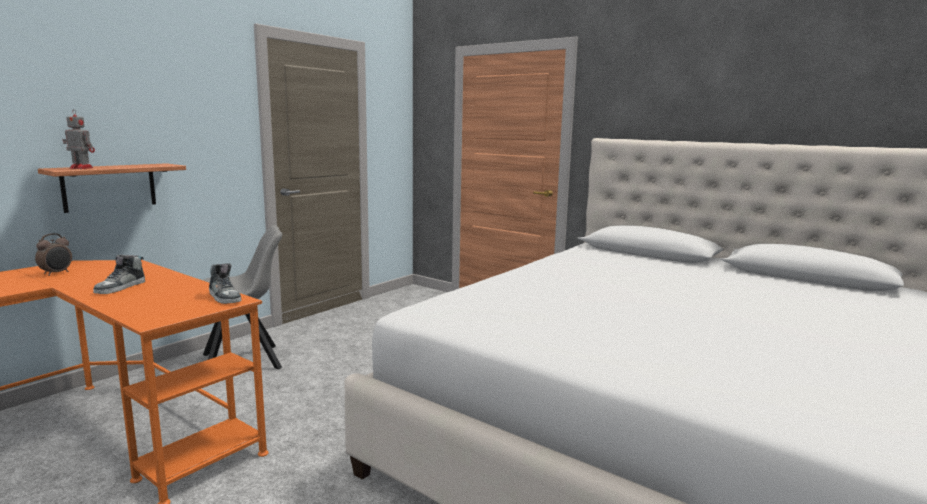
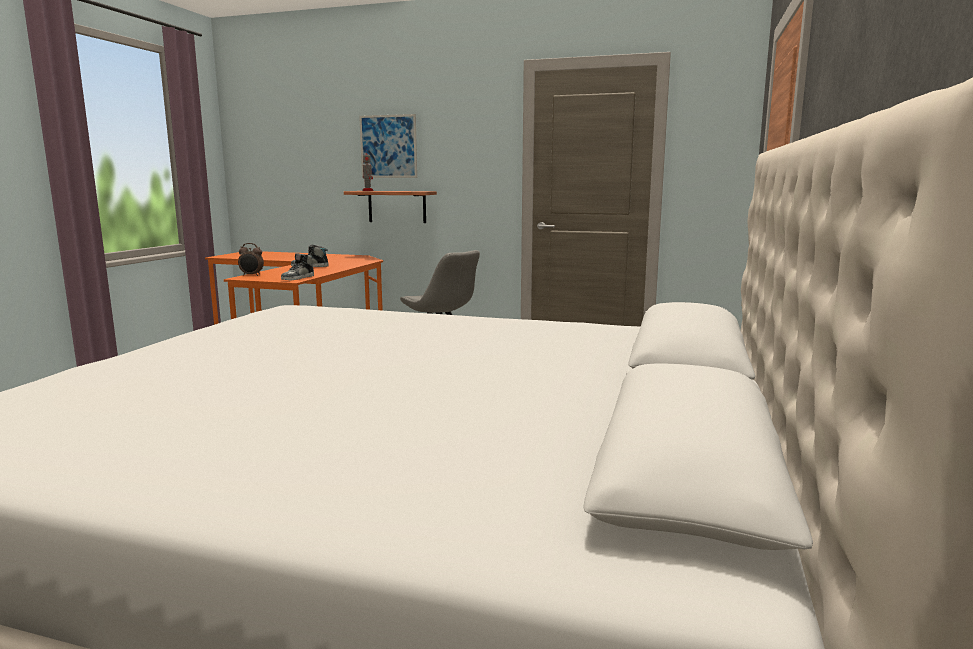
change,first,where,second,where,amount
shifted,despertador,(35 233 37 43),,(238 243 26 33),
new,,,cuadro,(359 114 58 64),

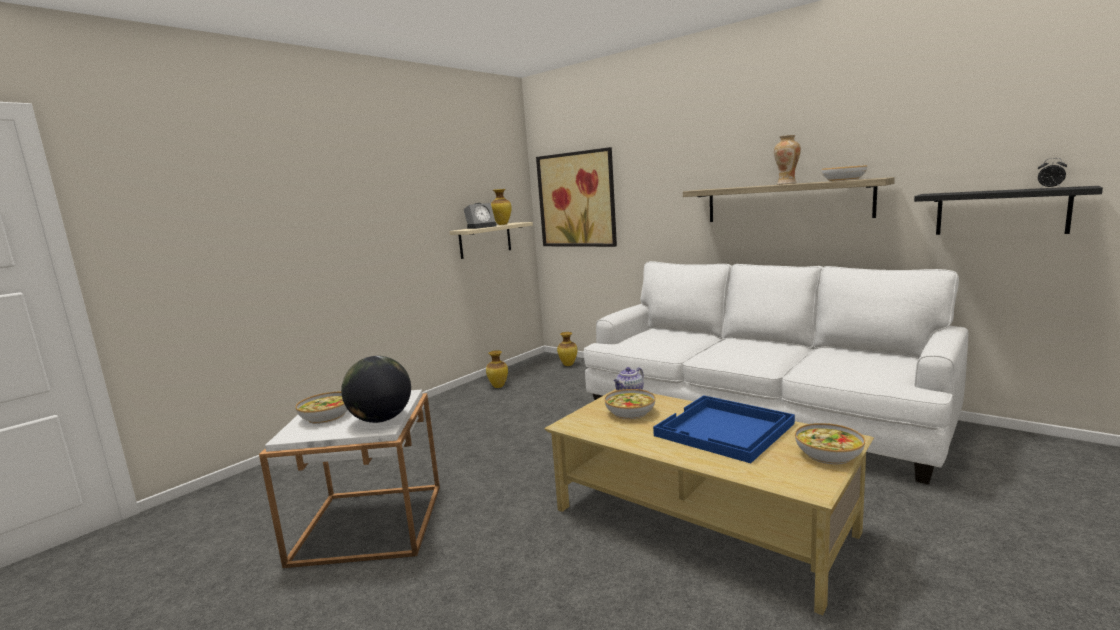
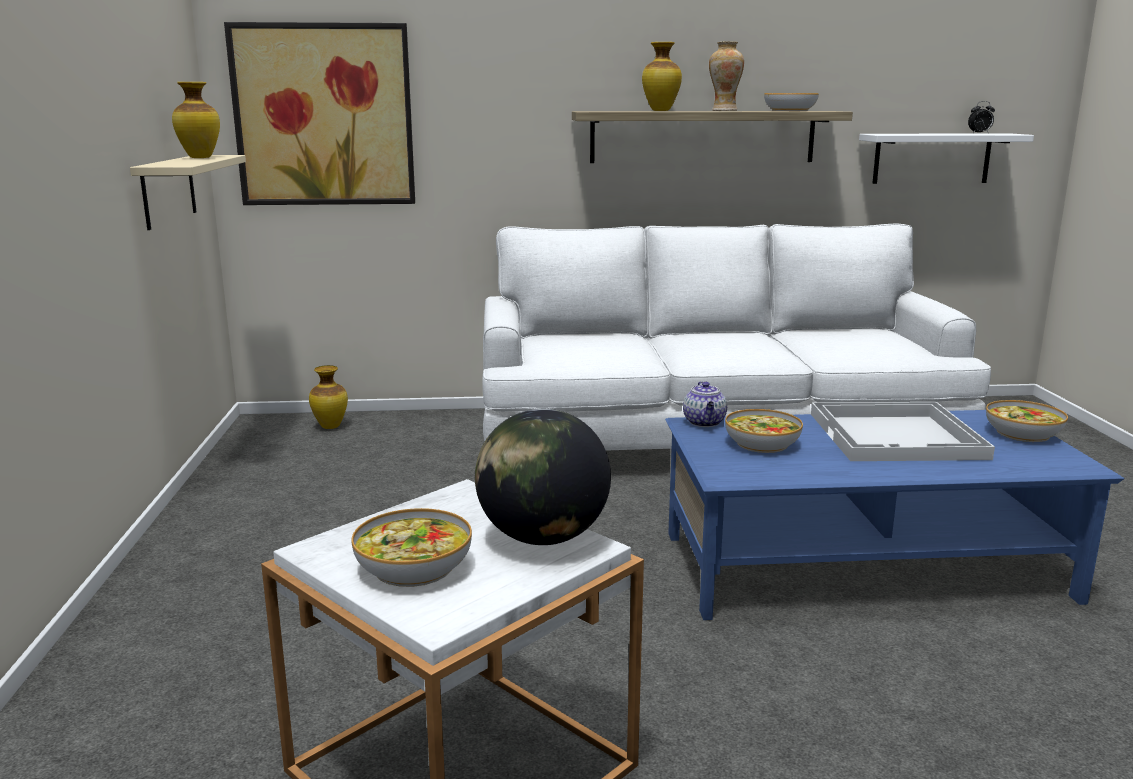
change,first,where,second,where,amount
shifted,florero,(486 350 22 38),,(642 42 40 69),
repainted,mesa de centro/beis,(544 389 330 227),mesa de centro/azul,(665 410 460 210),
repainted,bandeja/azul,(653 395 142 68),bandeja/blanco,(811 402 184 59),
repainted,estante/negro,(914 186 189 49),estante/blanco,(859 133 175 51),
gone,despertador,(464 203 32 26),,,

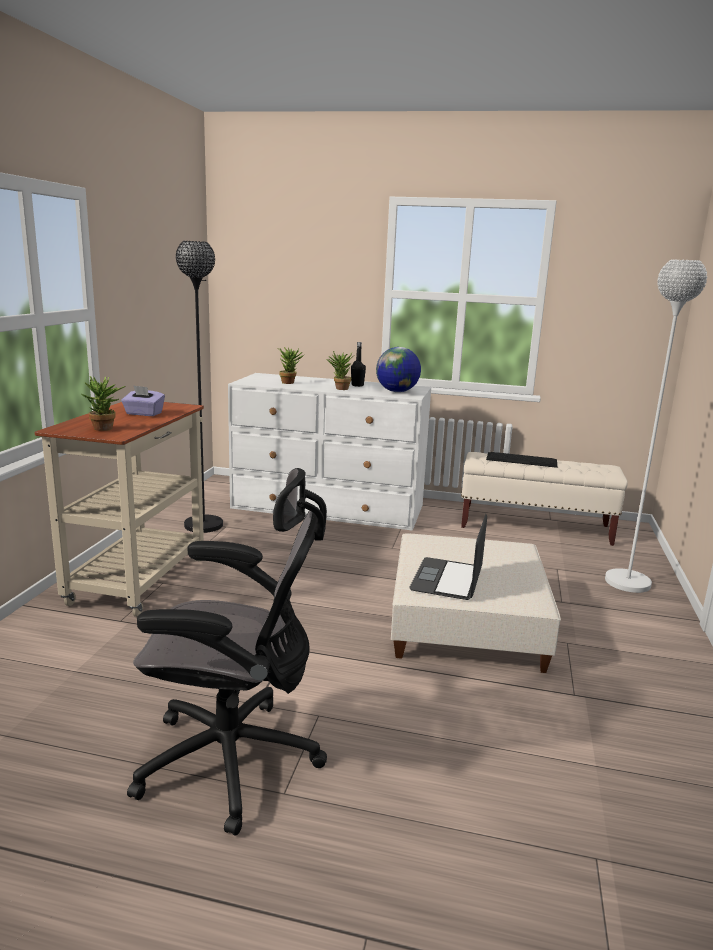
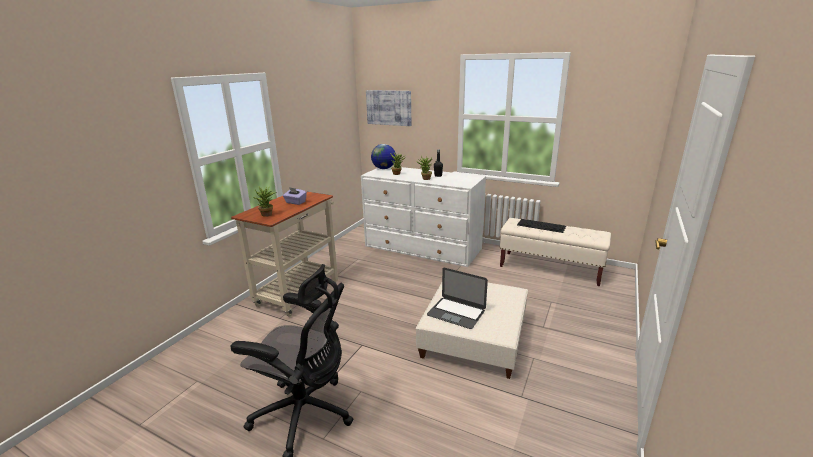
change,first,where,second,where,amount
new,,,cuadro,(366 90 45 36),
shifted,globo terráqueo,(376 347 45 45),,(371 144 25 25),
rotated,portátil,(409 514 78 86),,(427 268 61 61),90 degrees counterclockwise
gone,lámpara de pie/negro,(176 241 47 292),,,
gone,lámpara de pie/blanco,(605 259 102 334),,,

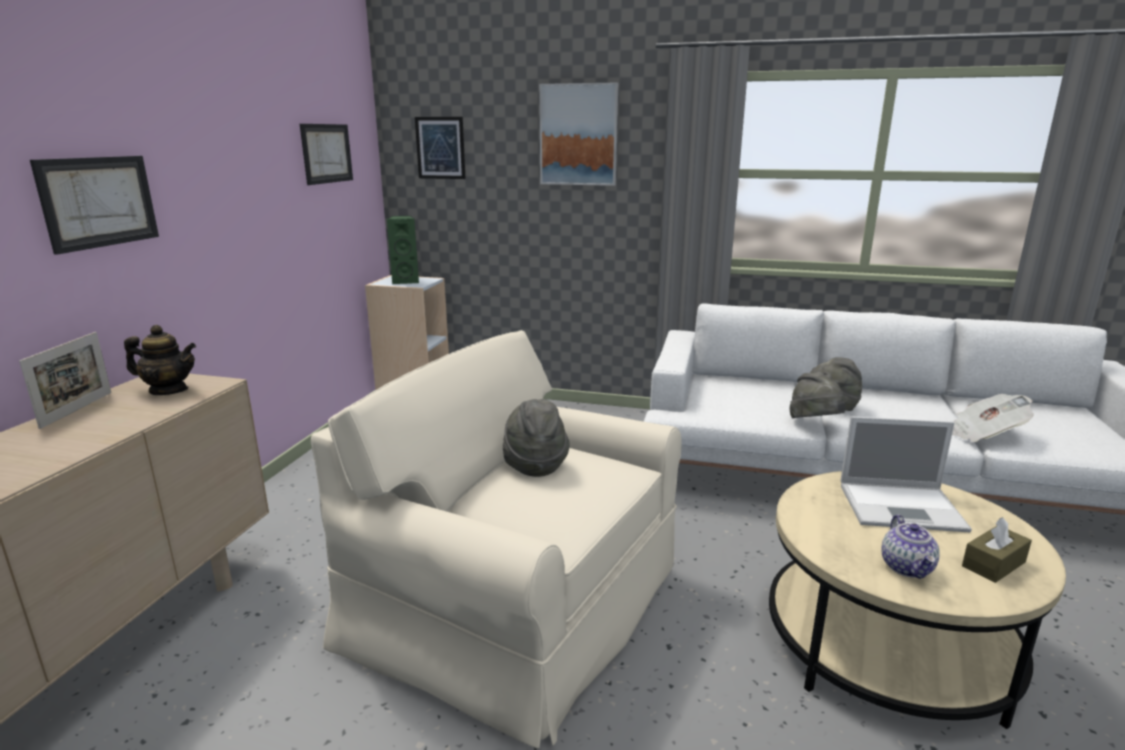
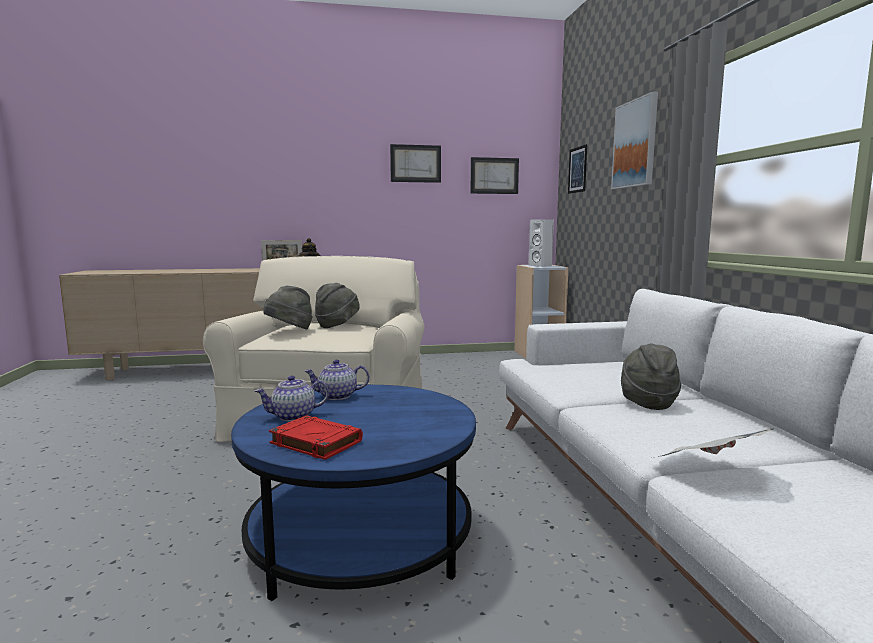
change,first,where,second,where,amount
repainted,mesa de centro/beis,(769 471 297 258),mesa de centro/azul,(231 385 245 216),
shifted,sombrero/gris,(790 372 56 46),,(263 286 49 44),
swapped,caja de pañuelos/marrón,(962 517 70 66),libro/rojo,(269 415 94 45),
new,,,tetera,(304 359 65 41),
shifted,cuadro,(30 156 129 99),,(390 144 51 39),
repainted,altavoz/verde,(387 216 32 68),altavoz/blanco,(528 219 26 48),
gone,portátil,(840 416 132 116),,,

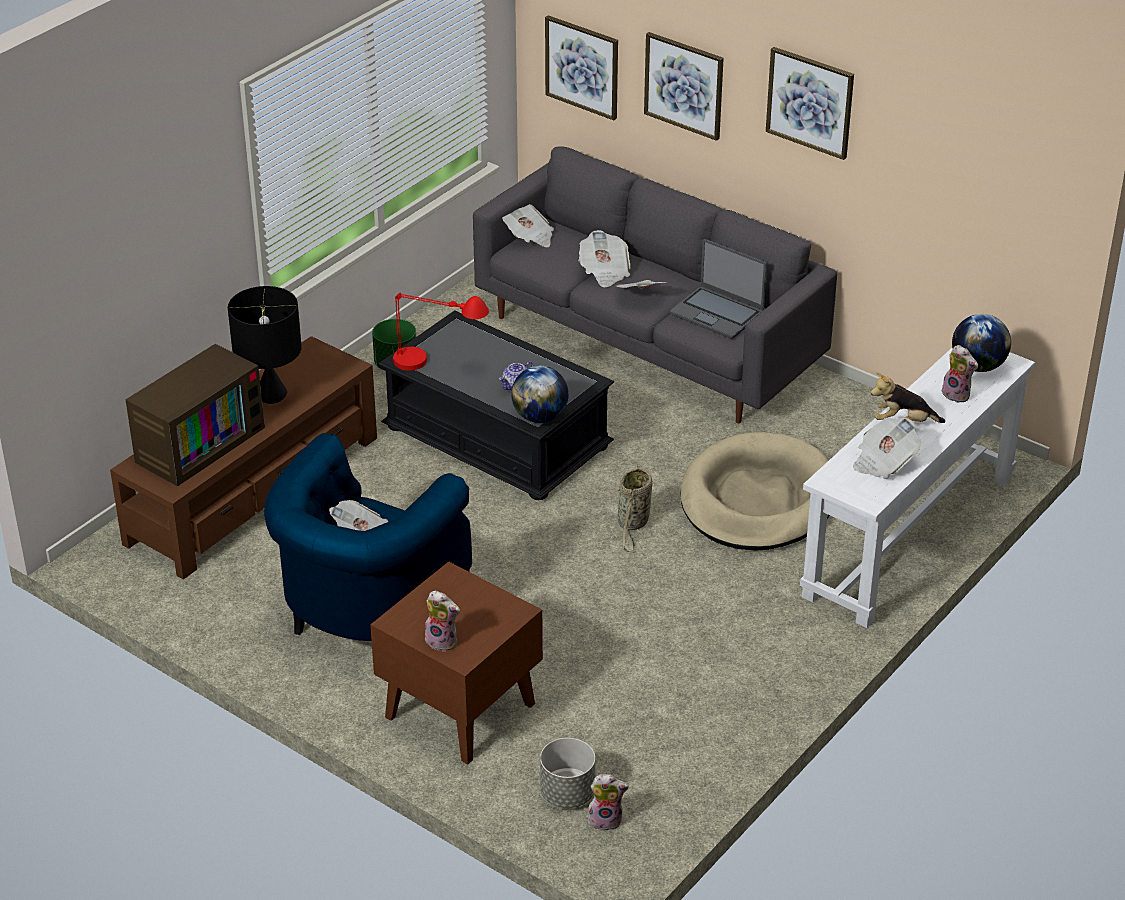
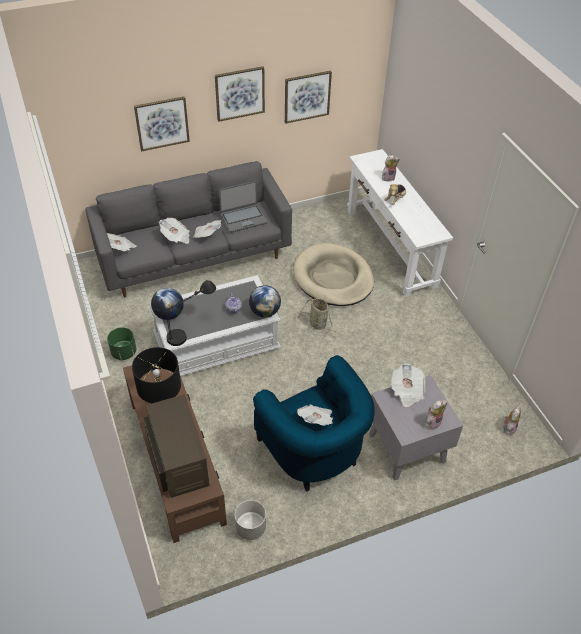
change,first,where,second,where,amount
repainted,mesa de centro/negro,(379 310 235 190),mesa de centro/blanco,(149 275 132 101),
shifted,globo terráqueo,(952 314 59 58),,(151 288 33 32),
repainted,lámpara de mesa/rojo,(393 293 96 78),lámpara de mesa/negro,(165 280 51 66),
shifted,maceta/gris,(540 738 55 70),,(235 500 31 40),
shifted,cuadro,(545 15 73 105),,(285 71 47 53),
repainted,mesita de noche/marrón,(370 561 173 204),mesita de noche/gris,(369 375 94 106),
shifted,periódico,(853 417 68 62),,(391 363 34 44),

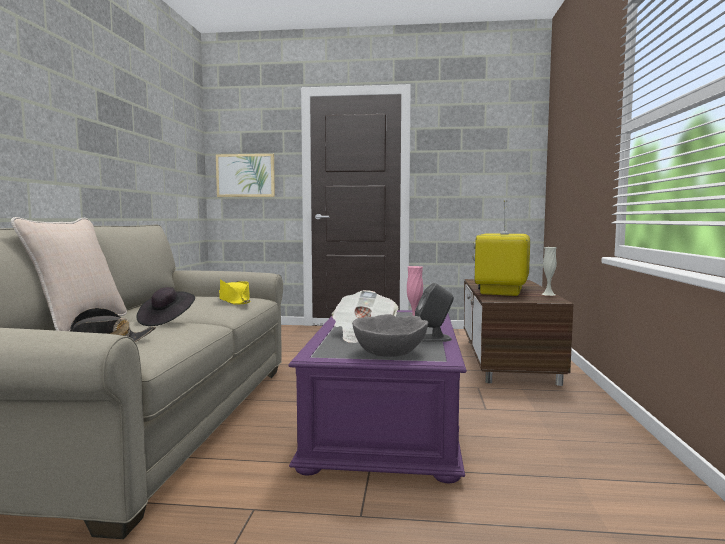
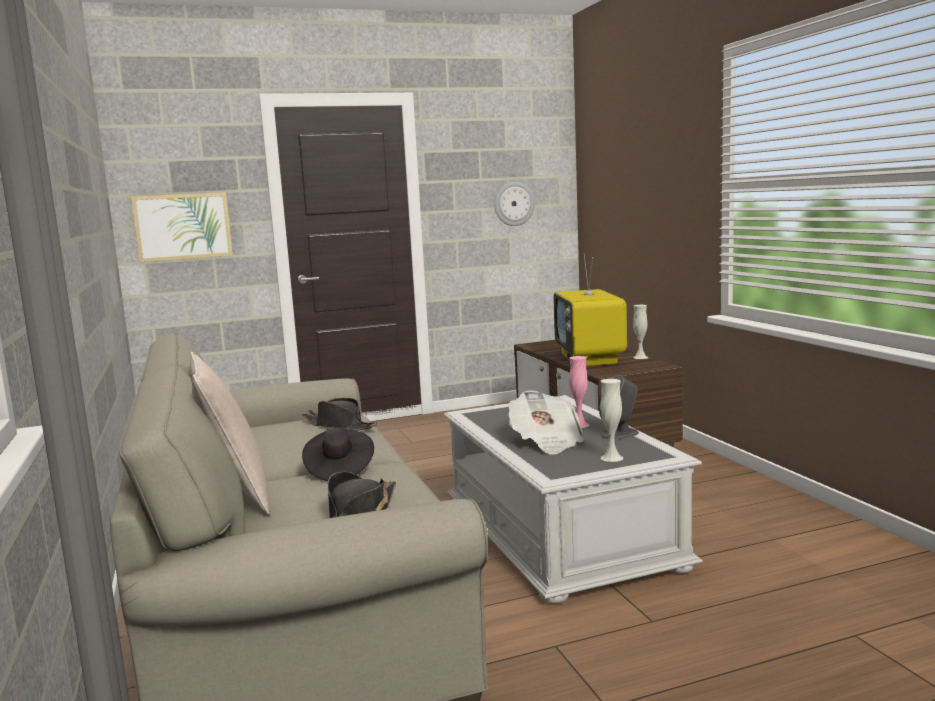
change,first,where,second,where,amount
repainted,sombrero/amarillo,(219 279 32 26),sombrero/negro,(302 398 76 33),
repainted,mesa de centro/morado,(289 310 178 173),mesa de centro/blanco,(443 395 260 209),
new,,,reloj de pared,(494 182 41 44),
swapped,cuenco/gris,(352 314 76 43),florero/blanco,(600 379 23 83),

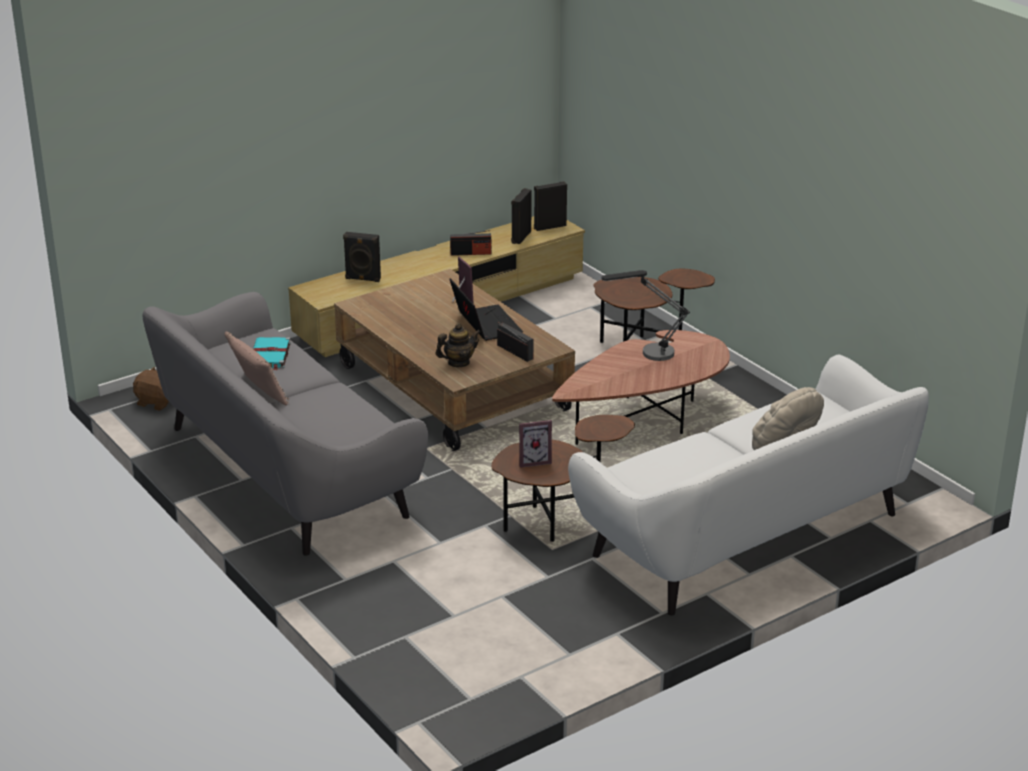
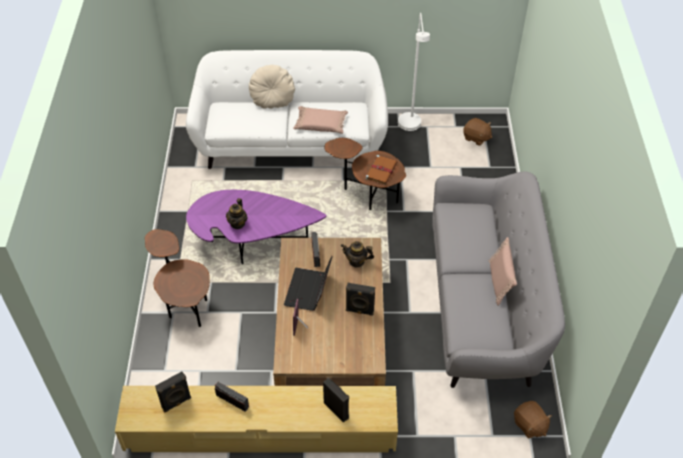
change,first,where,second,where,amount
repainted,mesa de centro/marrón,(552 330 178 115),mesa de centro/morado,(186 190 141 74),
swapped,lámpara de mesa,(601 270 89 91),tetera,(226 198 22 31),
new,,,cojín/beis,(293 106 55 28),
shifted,altavoz/negro,(534 181 33 50),,(346 283 29 33),
swapped,portarretratos,(519 420 33 48),libro/marrón,(365 155 32 30),
new,,,lámpara de pie/blanco,(398 13 32 118),
new,,,peluche/marrón,(463 118 29 28),
gone,libro/turquesa,(253 337 38 33),,,

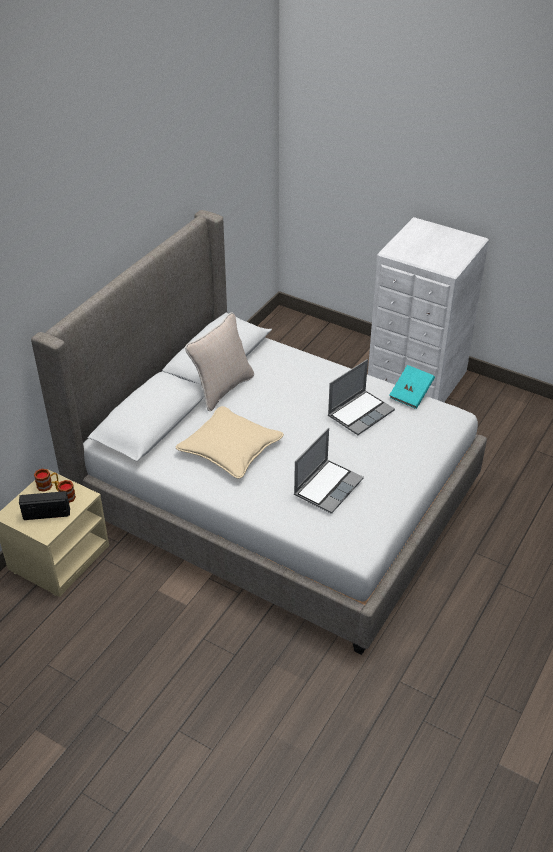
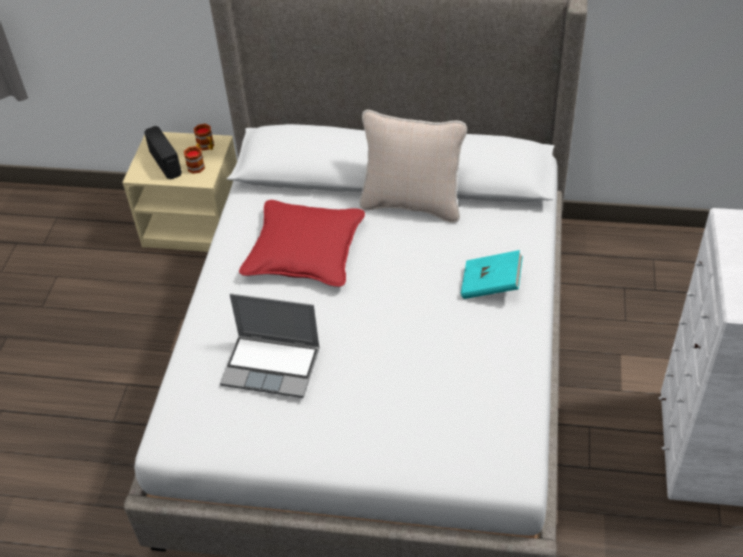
change,first,where,second,where,amount
repainted,cojín/beis,(176 406 108 73),cojín/rojo,(239 200 126 87),
shifted,libro/turquesa,(390 365 45 44),,(461 250 62 49),
gone,portátil,(328 359 67 76),,,

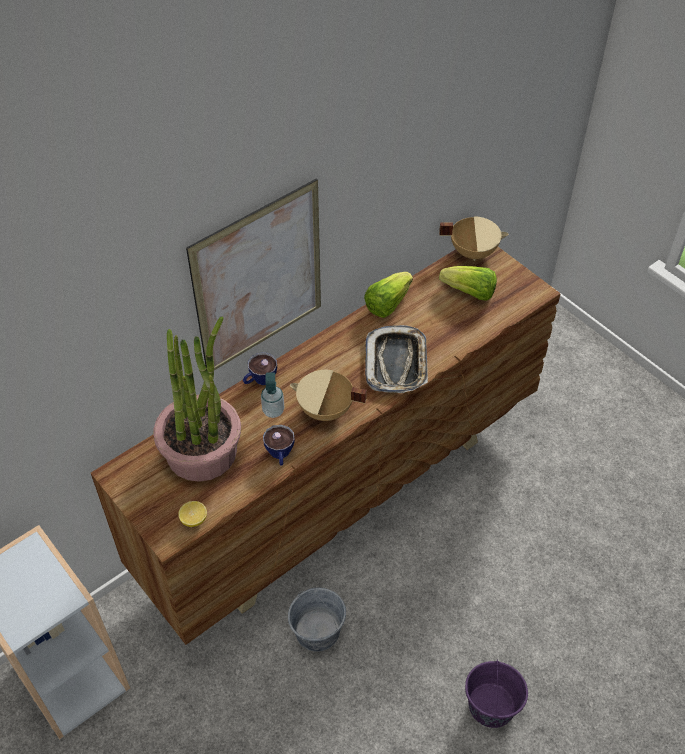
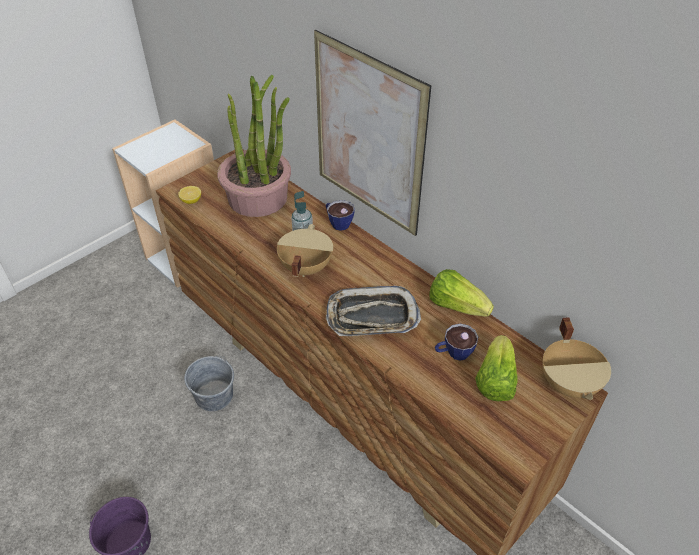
change,first,where,second,where,amount
shifted,taza,(263 425 32 41),,(435 324 43 37),

